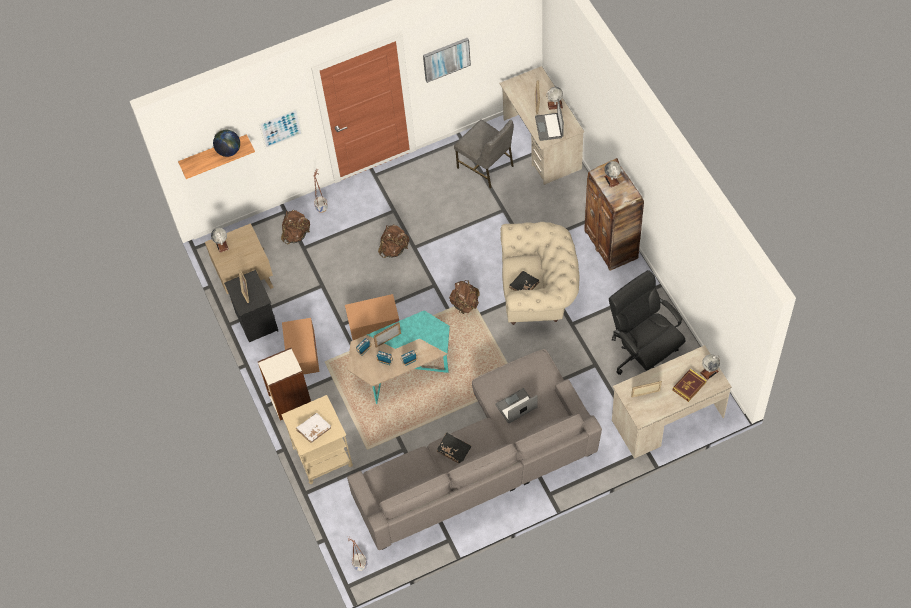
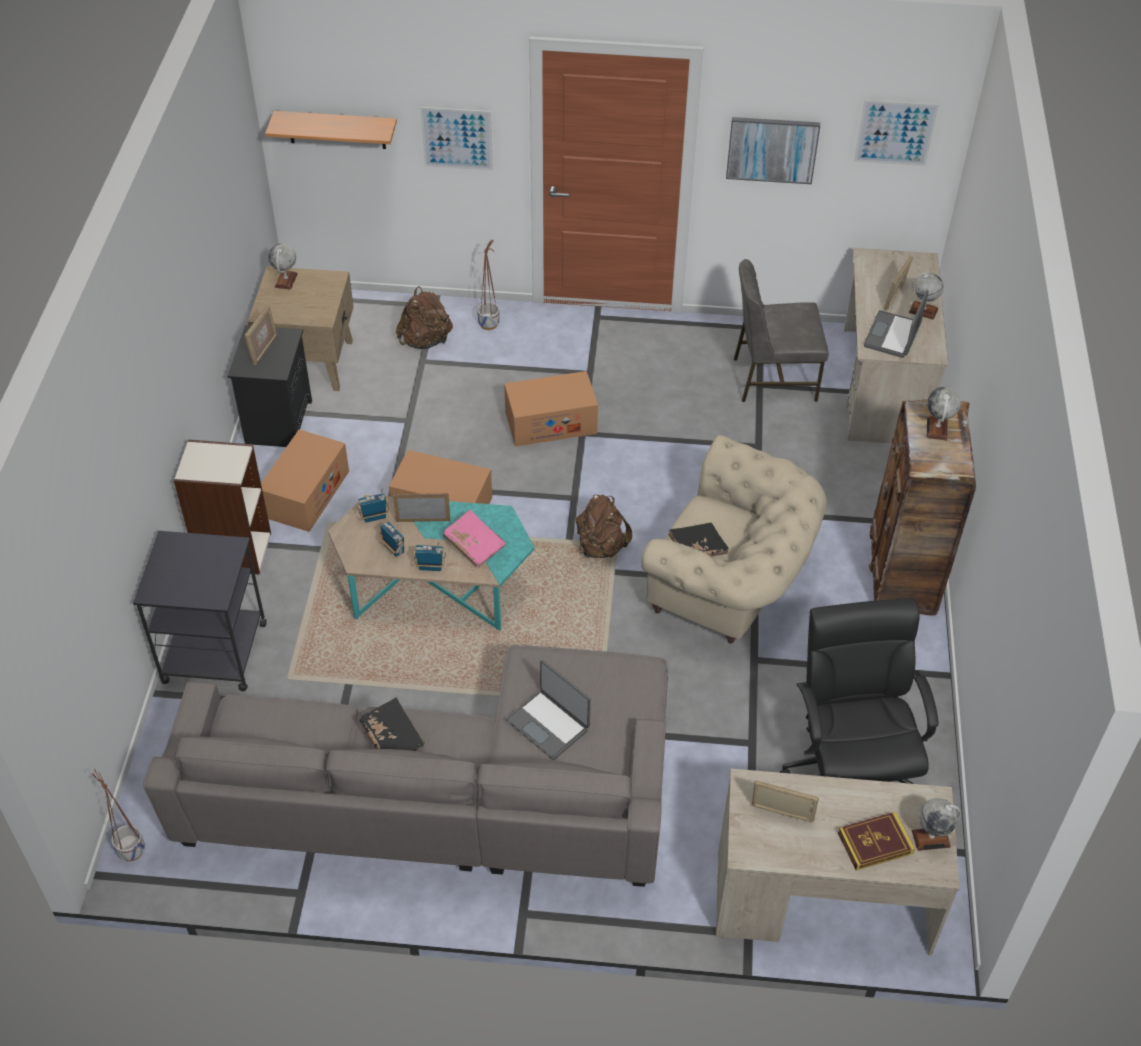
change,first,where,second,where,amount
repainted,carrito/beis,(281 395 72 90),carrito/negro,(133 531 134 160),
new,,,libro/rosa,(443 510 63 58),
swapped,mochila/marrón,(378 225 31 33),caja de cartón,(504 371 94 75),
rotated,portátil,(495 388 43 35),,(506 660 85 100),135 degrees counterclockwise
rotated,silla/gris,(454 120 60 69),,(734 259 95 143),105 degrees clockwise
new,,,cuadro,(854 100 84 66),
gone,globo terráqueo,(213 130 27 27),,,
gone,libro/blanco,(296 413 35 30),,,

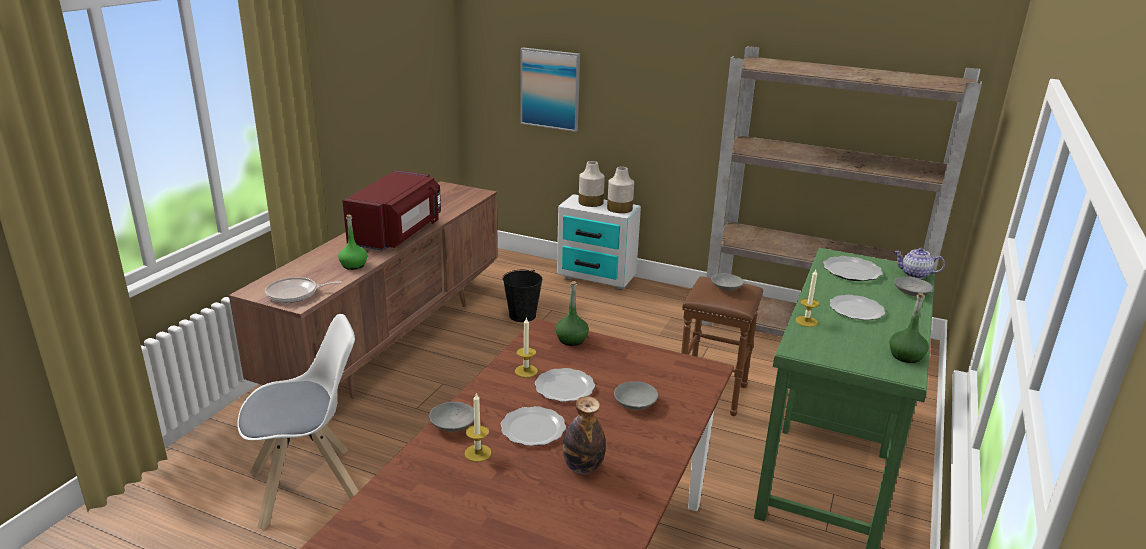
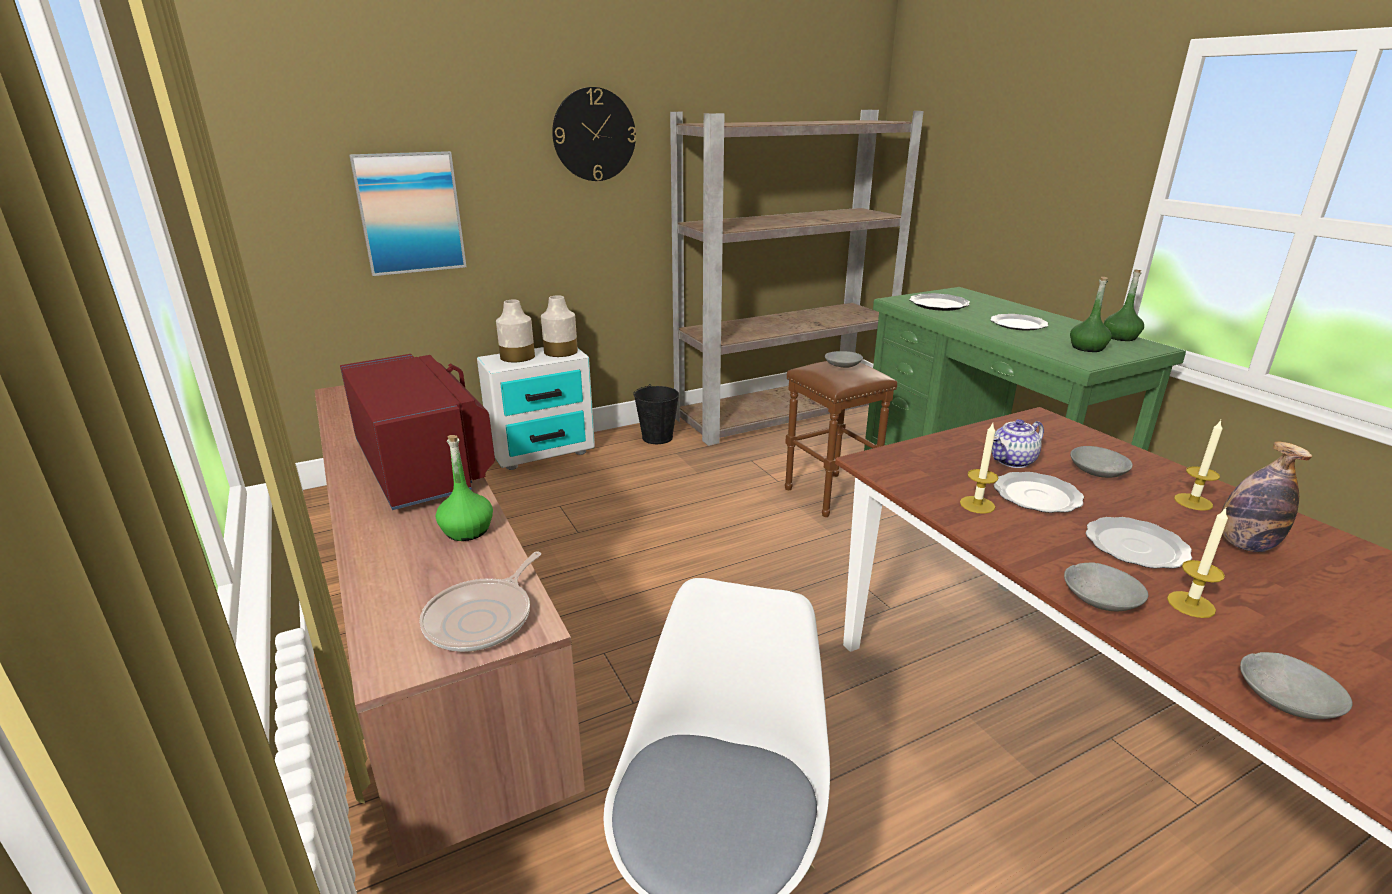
change,first,where,second,where,amount
new,,,reloj de pared,(552 87 84 94),
shifted,cubo/negro,(503 270 39 52),,(633 384 46 60),
shifted,tetera,(894 248 51 31),,(992 419 52 49),
shifted,botella/verde,(555 281 34 65),,(1070 277 42 75),
shifted,vela,(796 270 24 57),,(1174 420 48 91),
shifted,cuenco/gris,(894 277 39 19),,(1240 652 113 67),

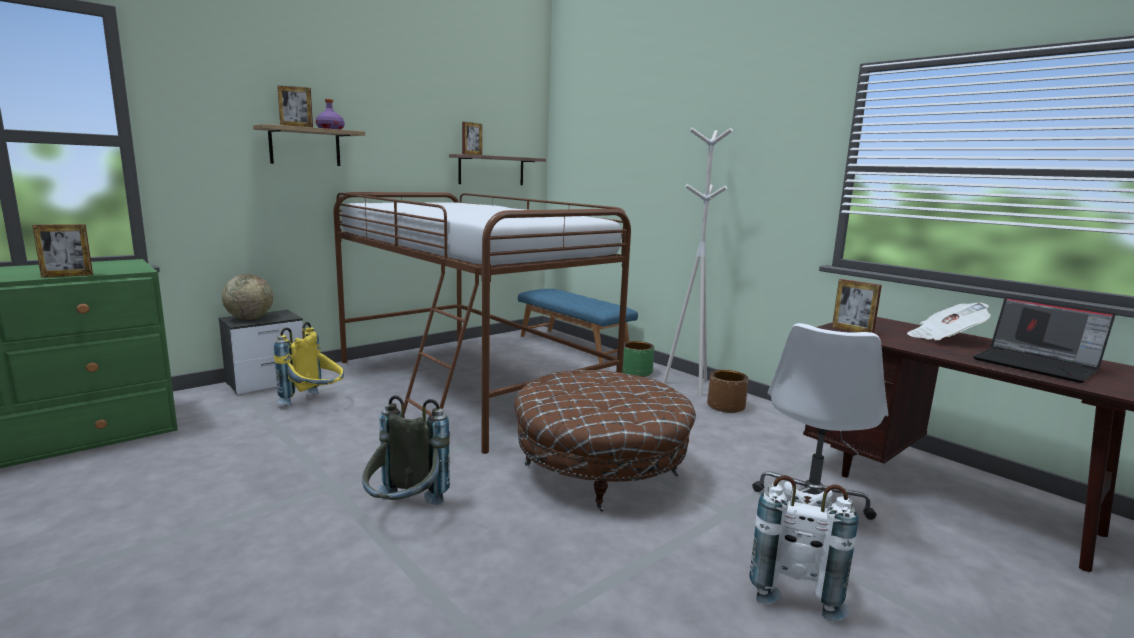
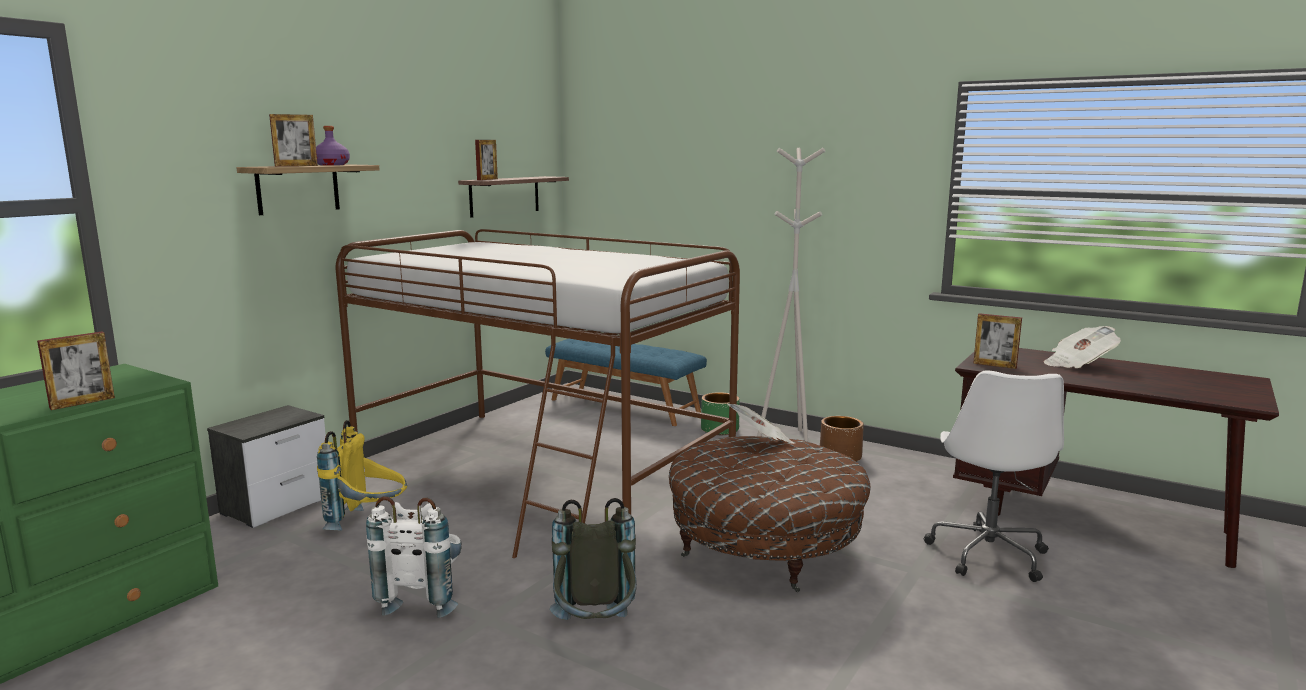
change,first,where,second,where,amount
shifted,mochila/blanco,(749 475 109 146),,(366 496 96 122),
new,,,periódico,(728 404 67 40),
gone,globo terráqueo,(222 274 51 46),,,
gone,portátil,(973 297 143 86),,,

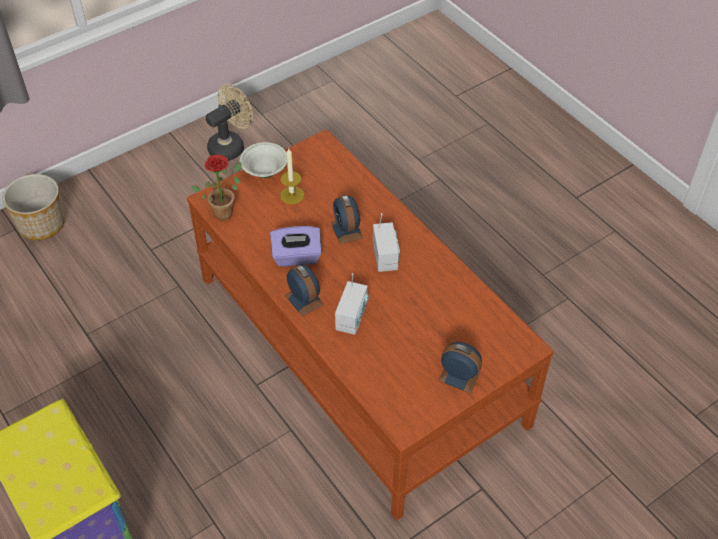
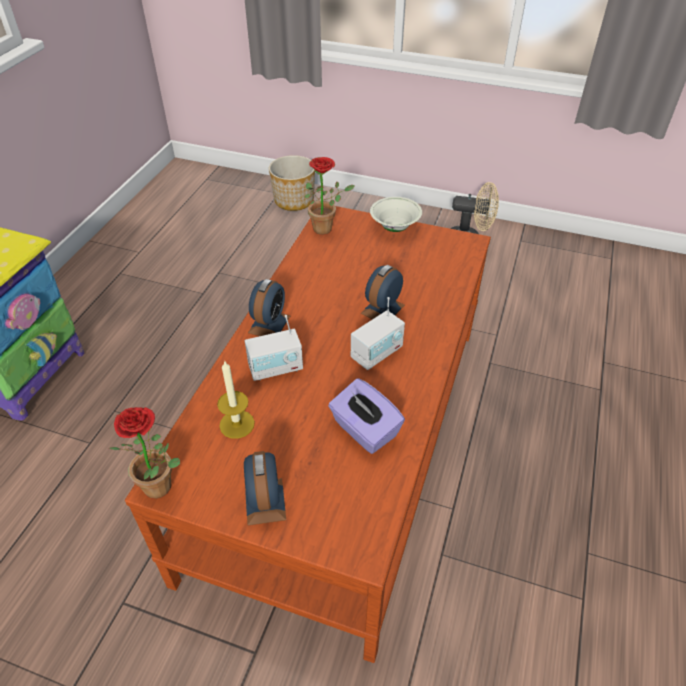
change,first,where,second,where,amount
new,,,planta en maceta,(109 407 71 92),
shifted,vela,(280 149 24 55),,(217 360 38 79),
shifted,caja de pañuelos/morado,(270 226 52 41),,(328 378 77 76),

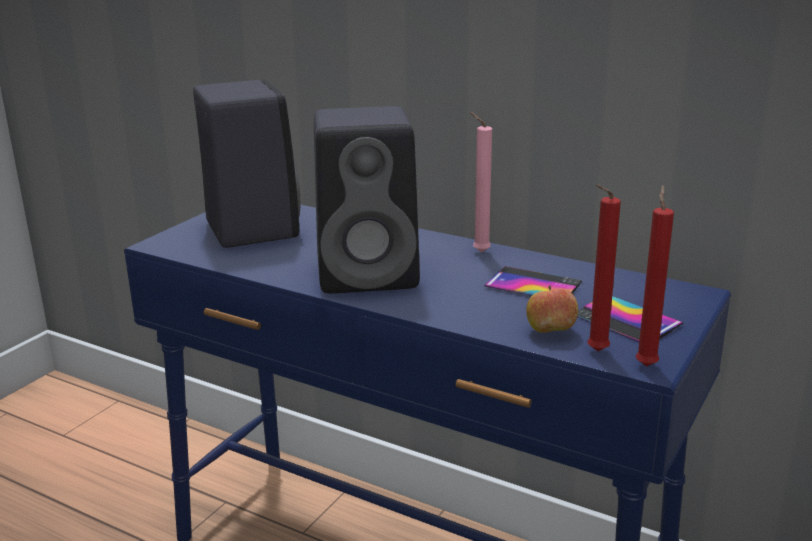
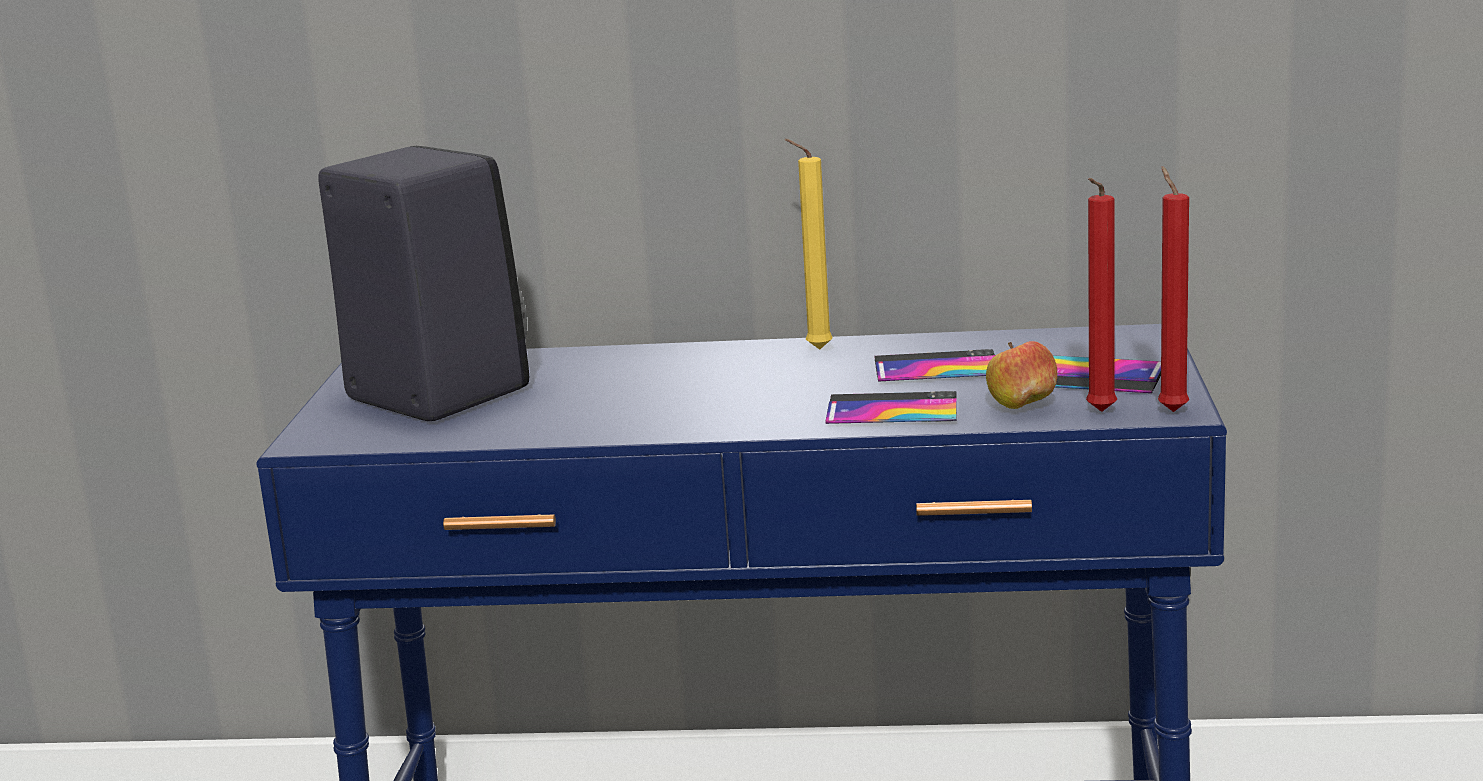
change,first,where,second,where,amount
repainted,vela/rosa,(470 112 22 141),vela/amarillo,(785 139 48 211),
new,,,móvil,(825 391 132 33),
gone,altavoz/negro,(314 106 106 187),,,

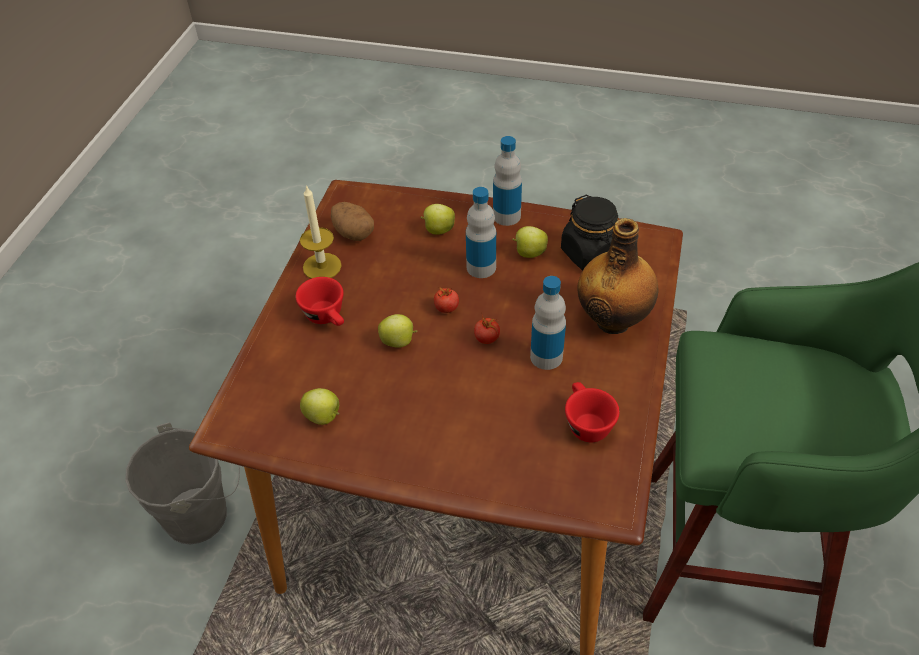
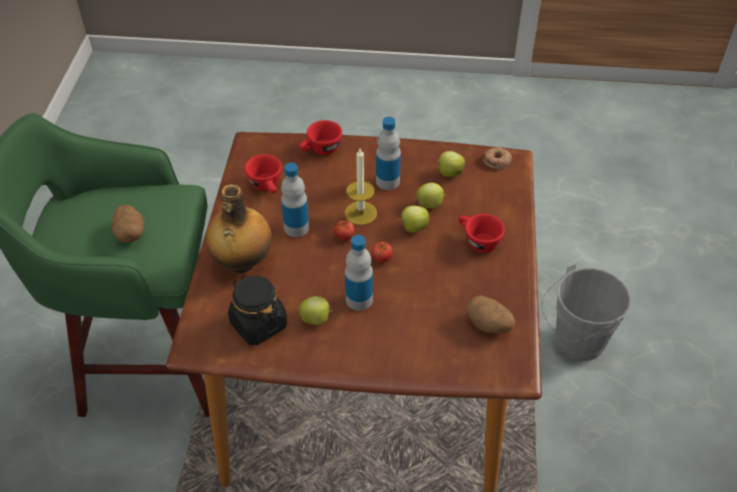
change,first,where,second,where,amount
new,,,patata,(112 204 32 39),
new,,,taza/rojo,(299 120 43 35),
shifted,vela,(300 185 42 94),,(345 148 32 77),
shifted,botella,(493 136 29 90),,(376 117 25 73),
shifted,manzana,(421 204 34 31),,(416 183 30 25),
new,,,rosquilla,(483 147 29 22),

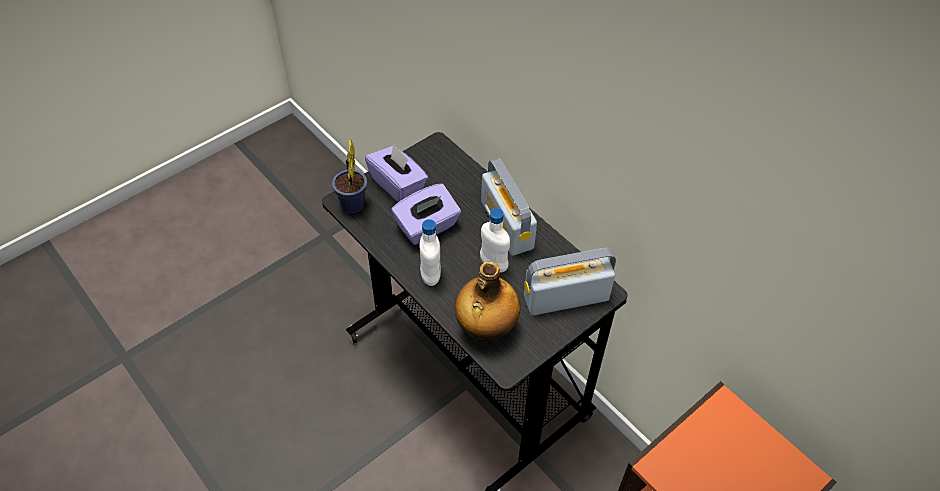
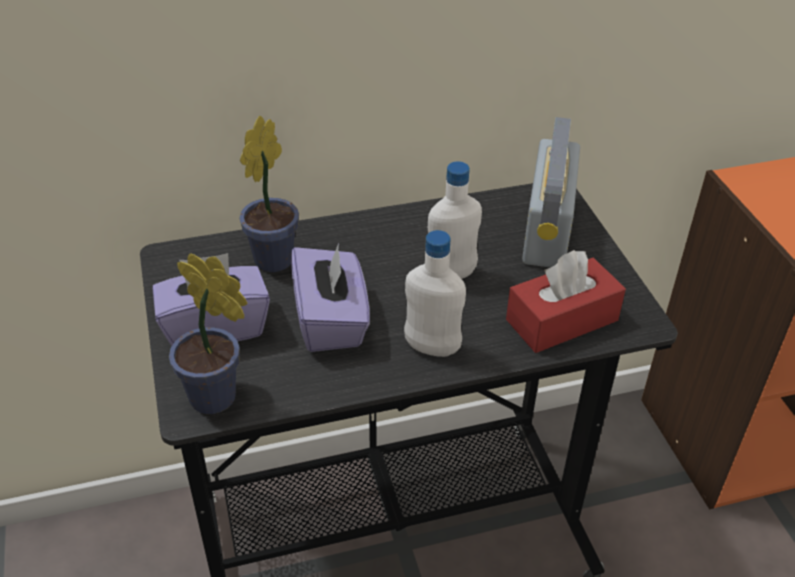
change,first,where,second,where,amount
new,,,planta en maceta,(239 116 60 156),
swapped,botella,(454 261 66 79),caja de pañuelos/rojo,(506 250 120 103),
gone,radio,(481 158 56 98),,,

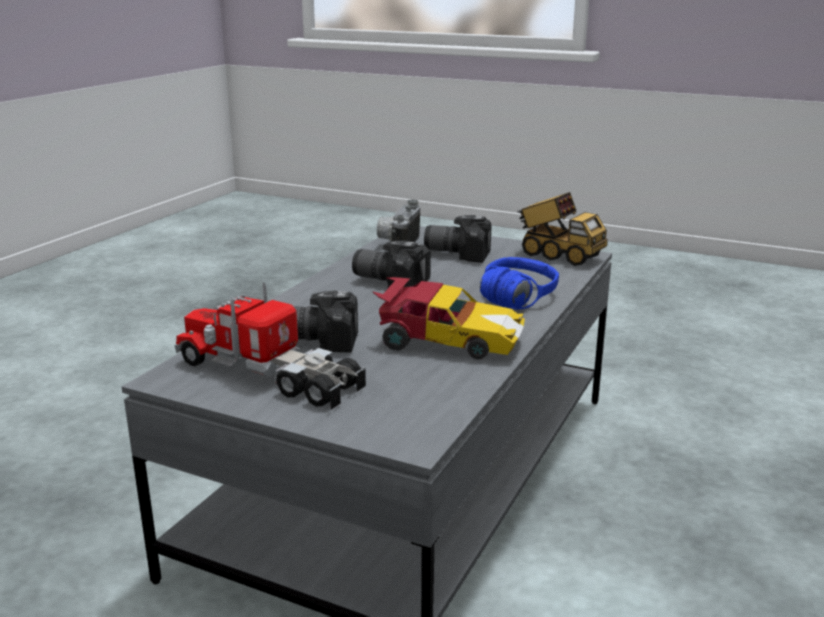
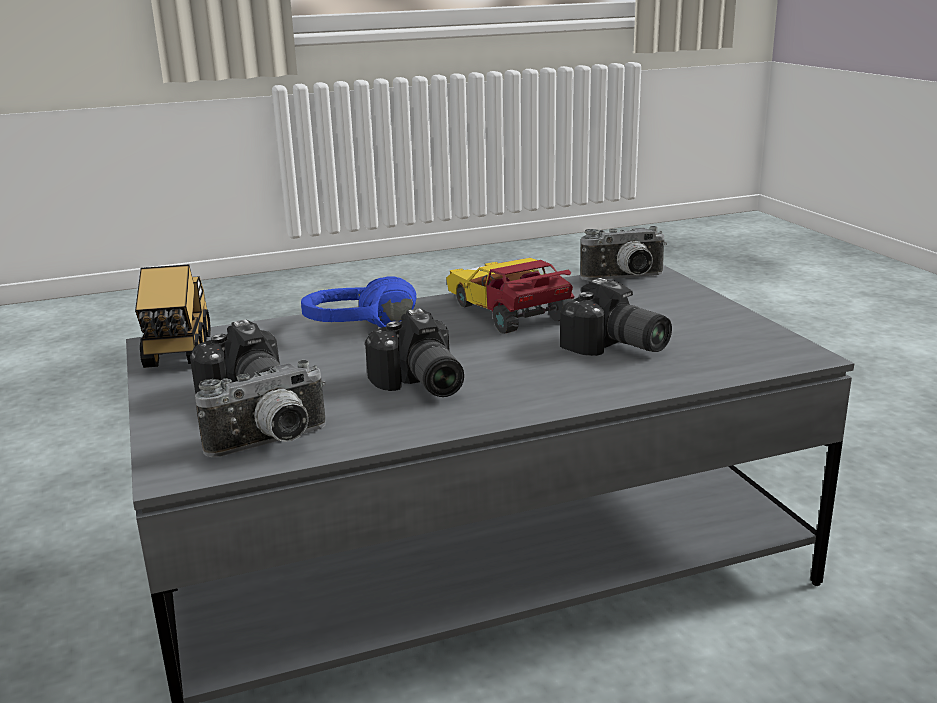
change,first,where,second,where,amount
new,,,cámara,(580 226 87 54),
gone,camión de juguete,(174 283 192 127),,,

